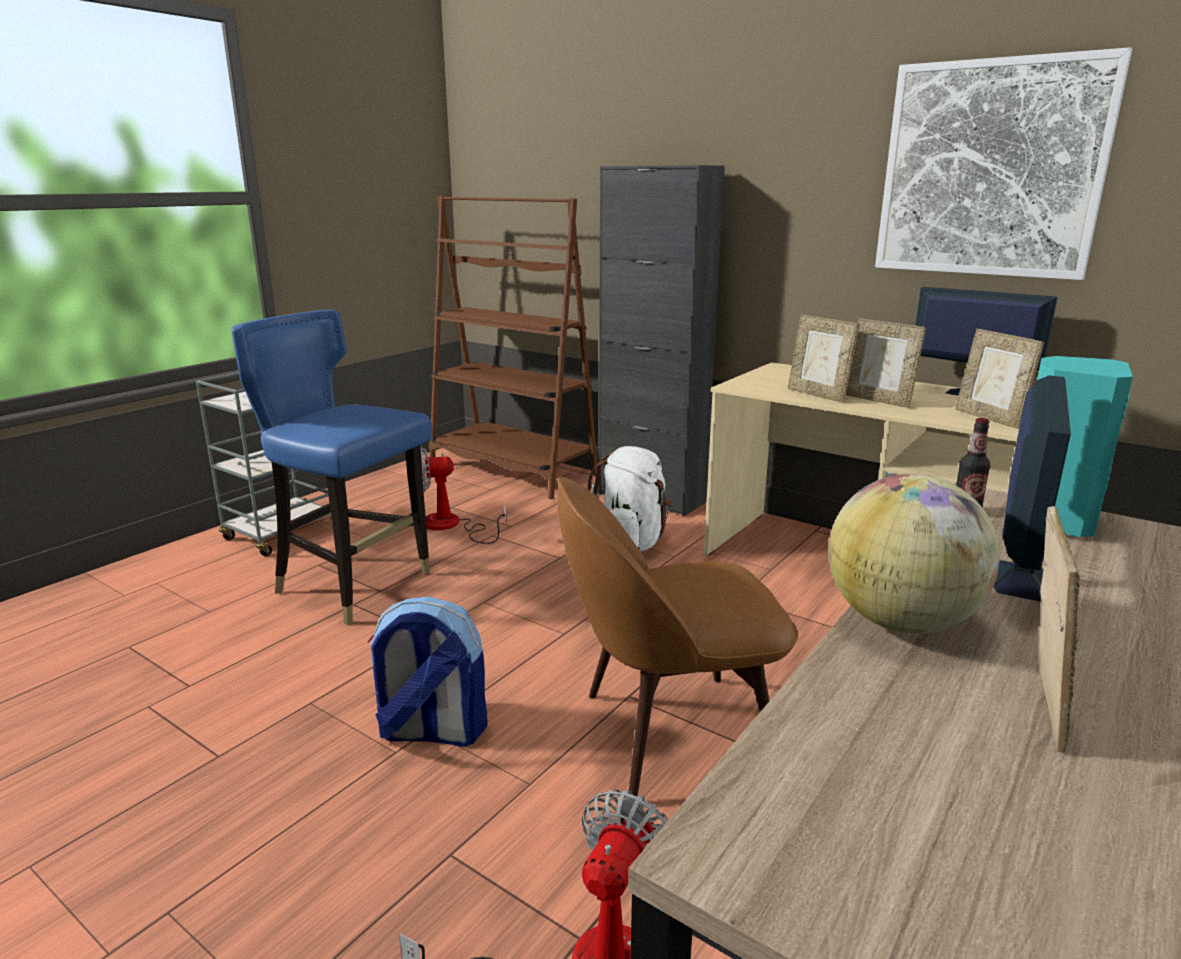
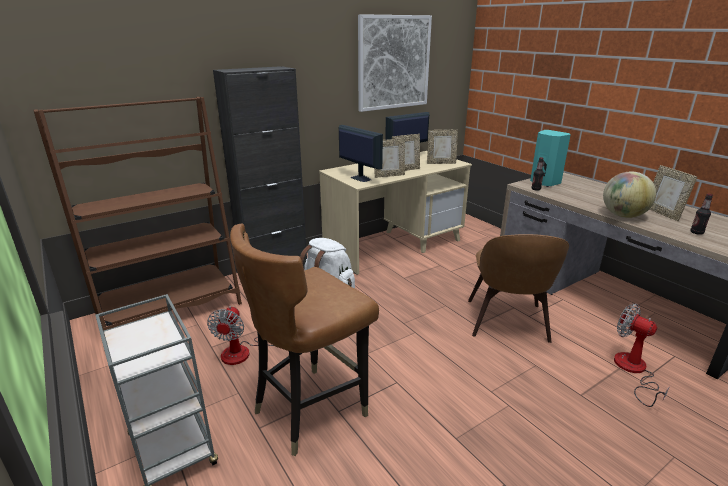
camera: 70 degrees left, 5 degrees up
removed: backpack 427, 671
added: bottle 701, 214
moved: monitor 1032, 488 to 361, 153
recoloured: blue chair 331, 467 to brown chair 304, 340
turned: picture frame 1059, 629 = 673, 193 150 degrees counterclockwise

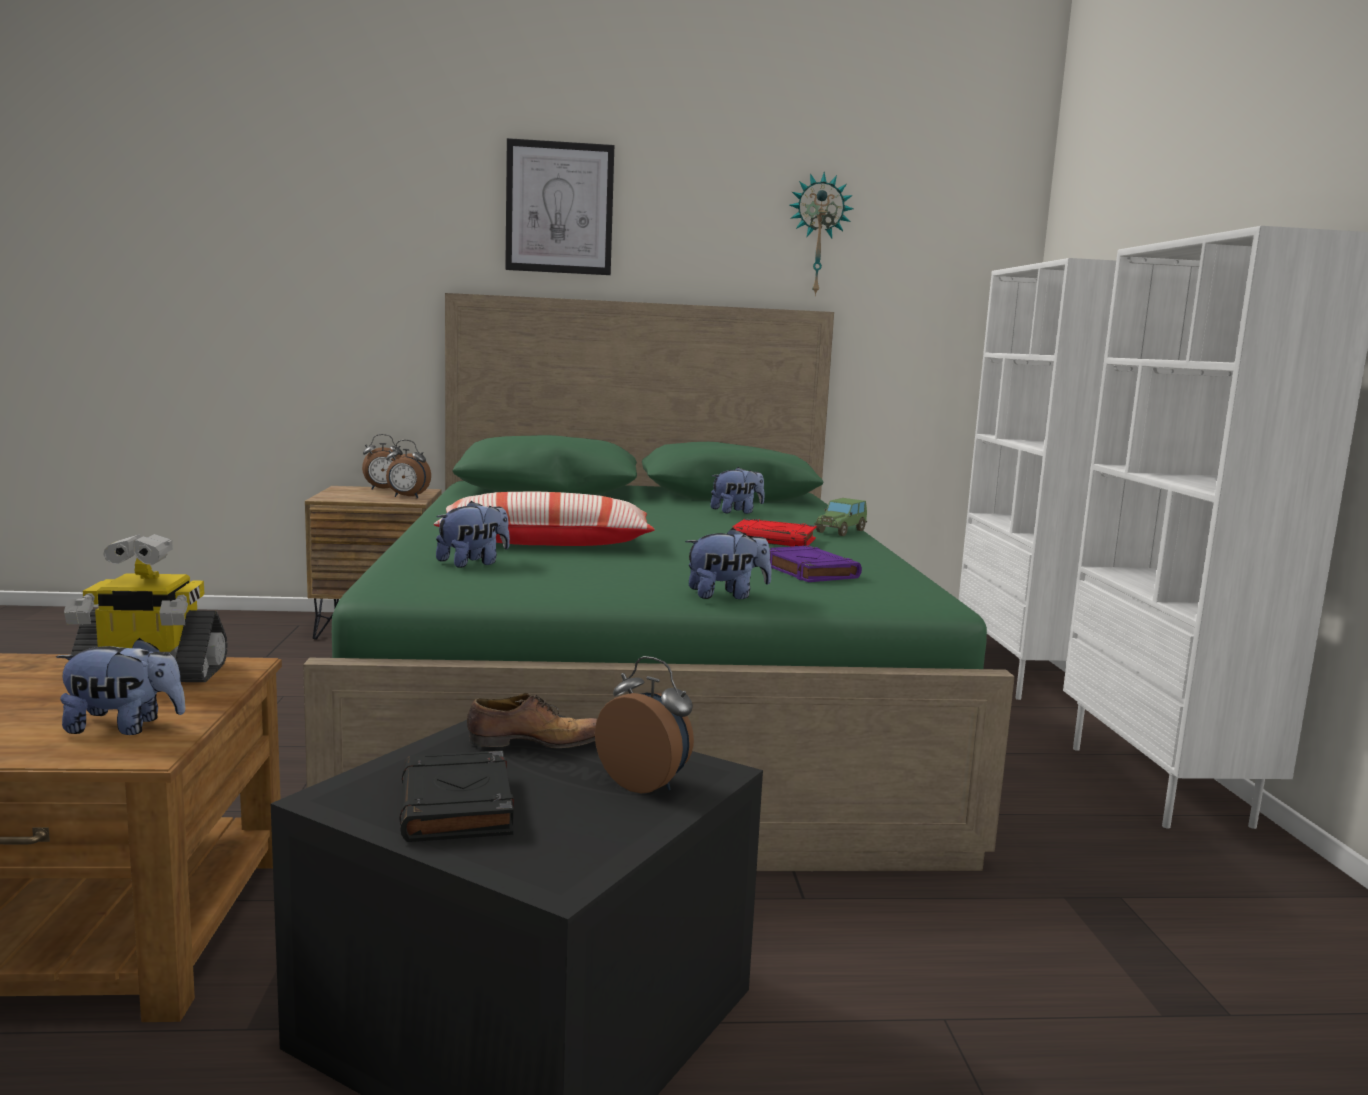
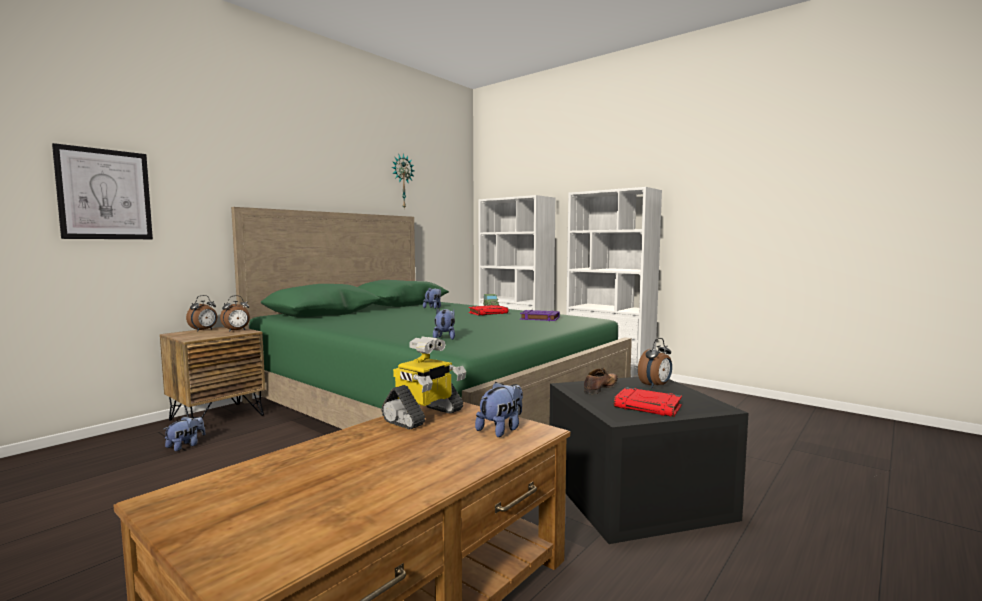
camera: 45 degrees left, 5 degrees down
removed: pillow 544, 519
moved: picture 559, 206 to 102, 191; plush toy 728, 563 to 184, 433
recoloured: black book 456, 796 to red book 648, 402
turned: alarm clock 644, 724 = 655, 363 150 degrees clockwise

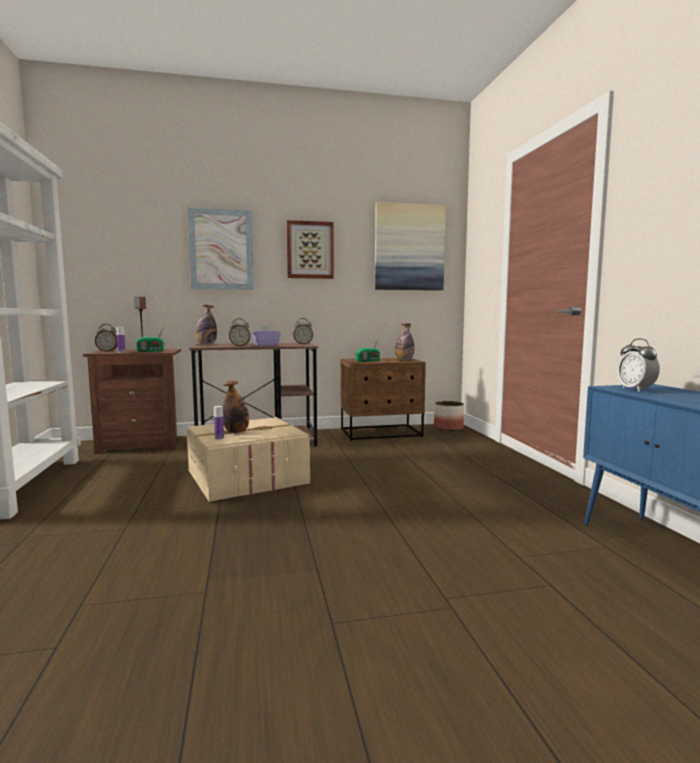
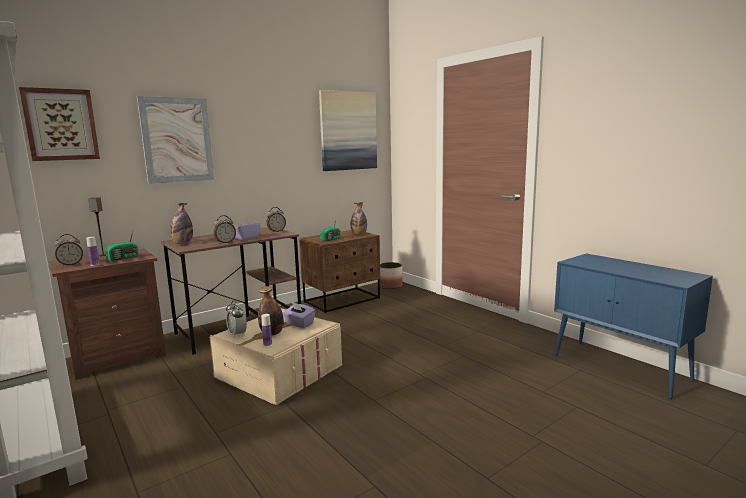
camera: 25 degrees left, 5 degrees up
added: purple tissue box 299, 315
moved: picture 310, 249 to 59, 124; alarm clock 638, 365 to 236, 318

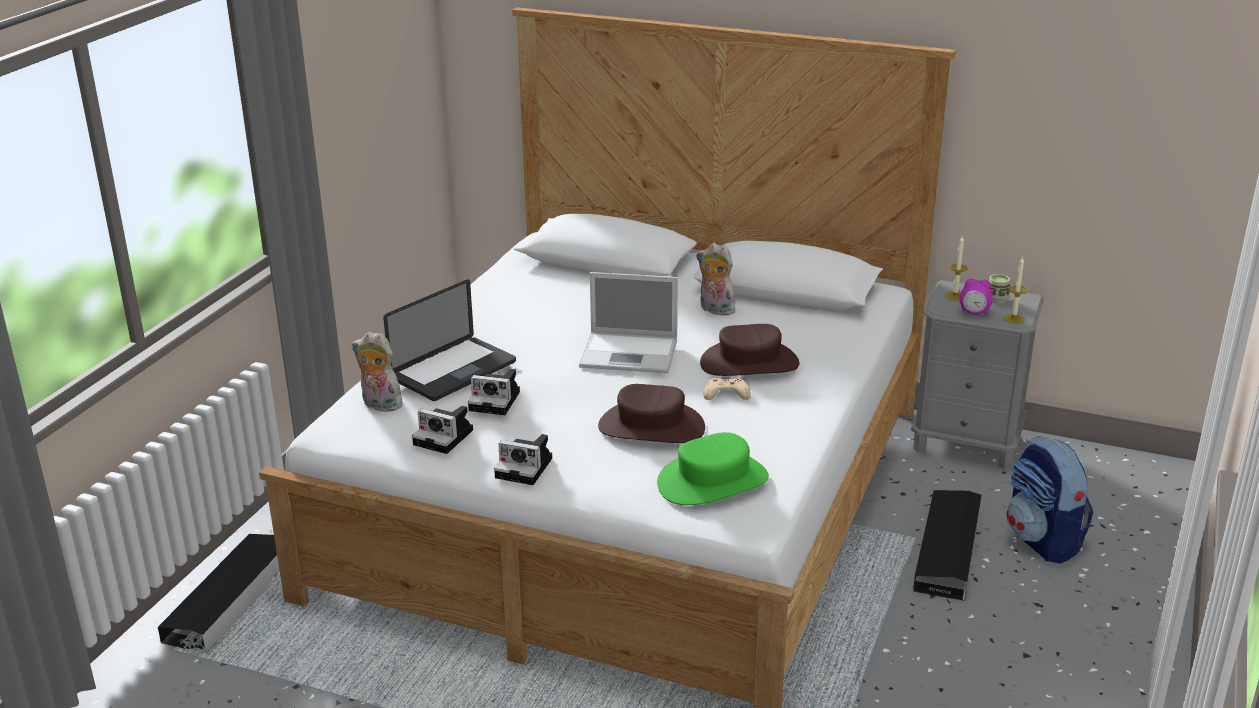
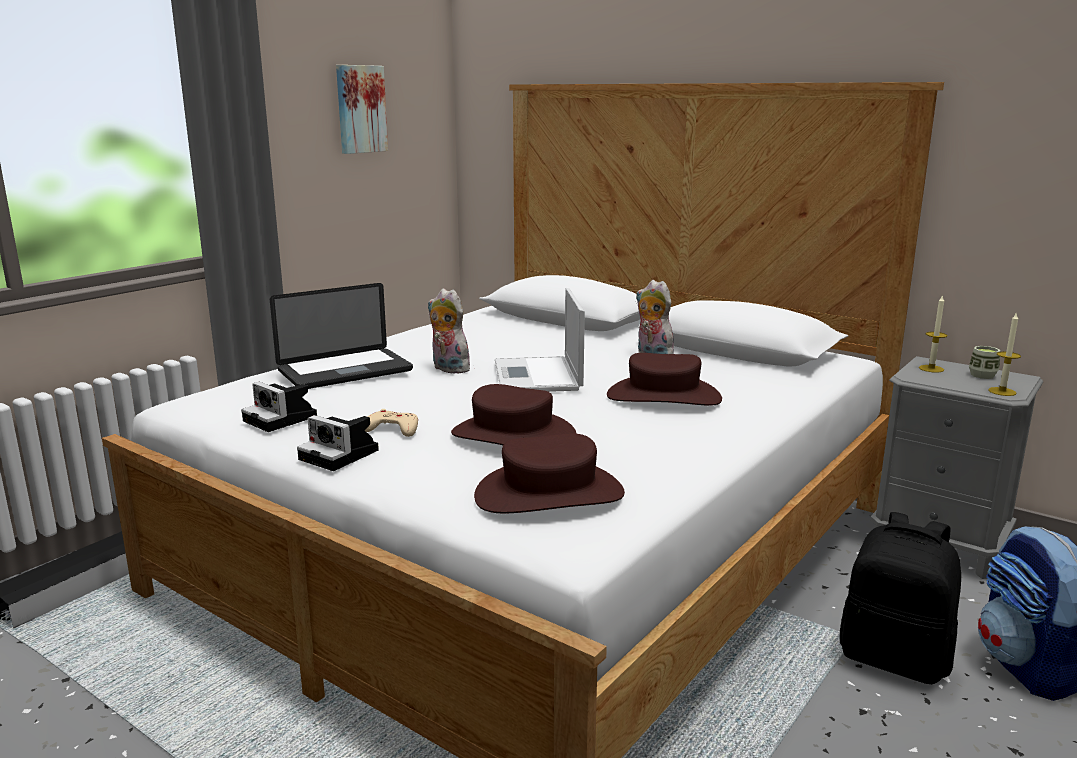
camera: 15 degrees right, 10 degrees down
removed: photo camera 494, 392; alarm clock 976, 297
added: picture 362, 109
moved: plush toy 379, 371 to 449, 331; beige game controller 727, 389 to 391, 423
replaced: black storage box 947, 545 to black backpack 900, 598
recoloured: green hat 713, 468 to brown hat 549, 473
turned: laptop 628, 322 = 540, 340 60 degrees clockwise

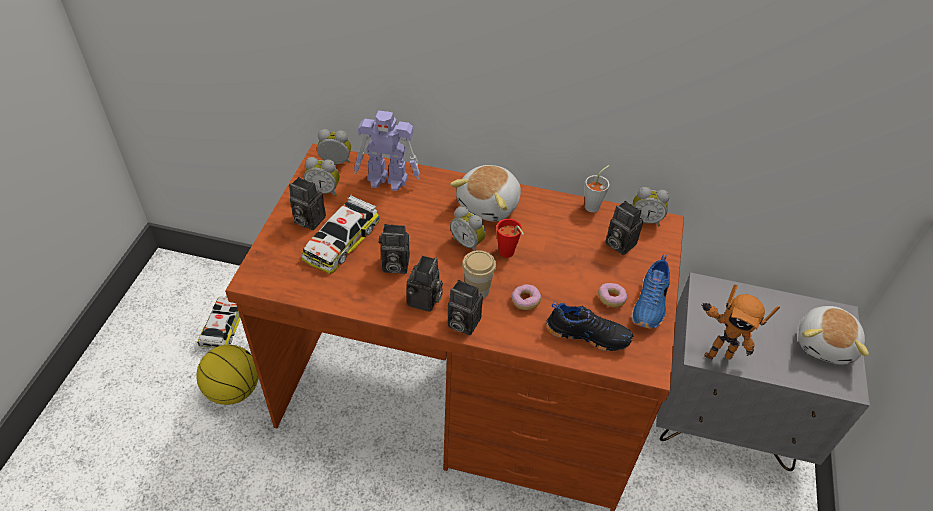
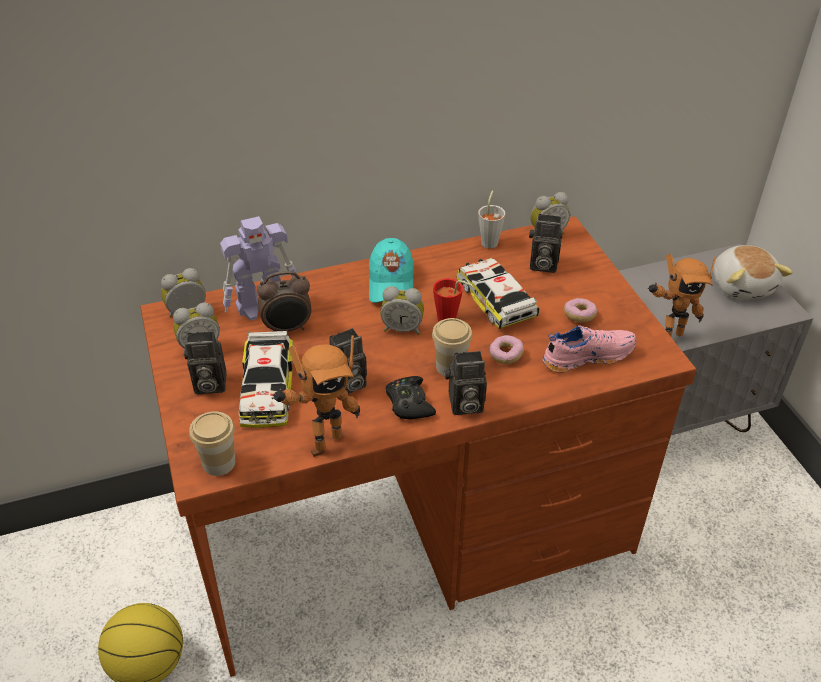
camera: 30 degrees left, 5 degrees down
removed: blue shoe 650, 291
added: cup 212, 443; alarm clock 284, 301; toy robot 316, 396
moved: toy car 219, 321 to 498, 293
replaced: photo camera 425, 284 to black game controller 411, 398; plush toy 485, 193 to turquoise cap 391, 270
recoloured: black shoe 589, 326 to pink shoe 589, 349

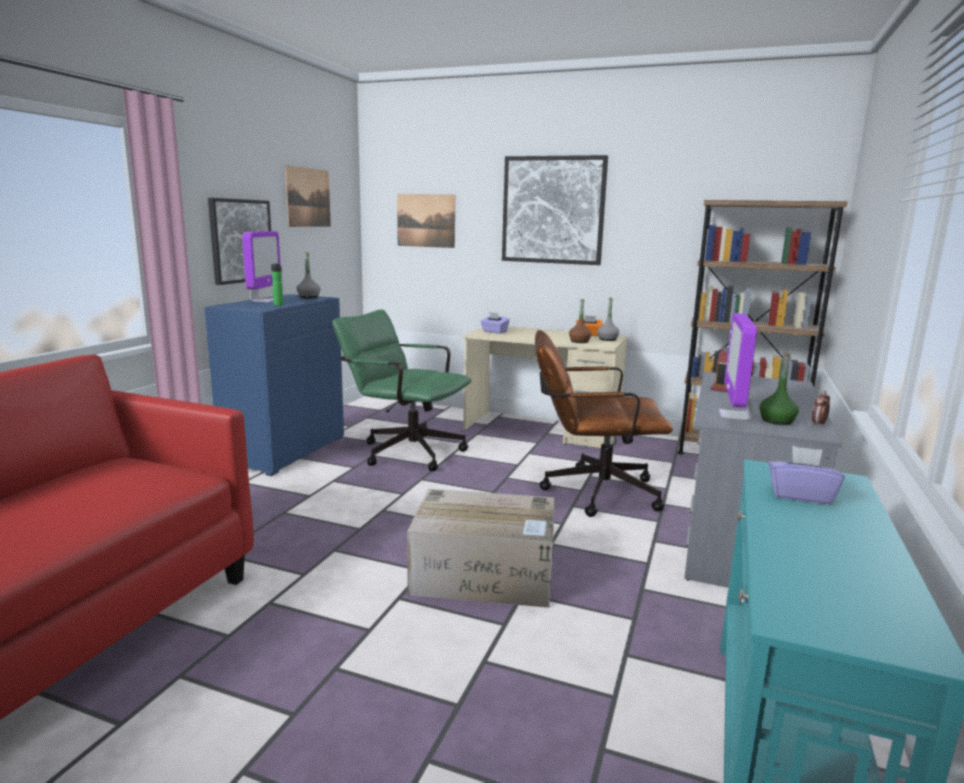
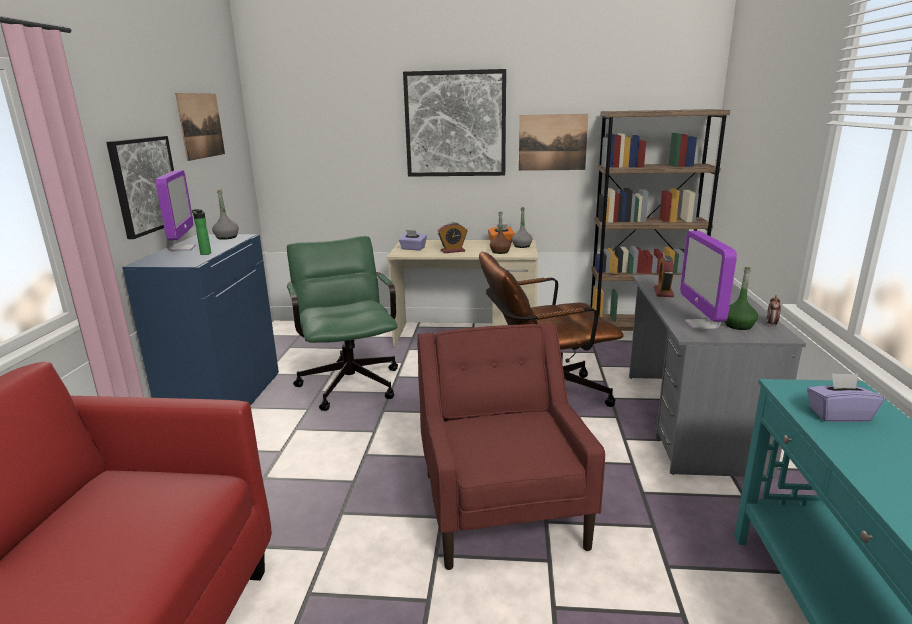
camera: 15 degrees left, 5 degrees up
added: alarm clock 452, 237
moved: picture 426, 221 to 553, 142
replaced: cardboard box 480, 548 to red armchair 511, 446
turned: green office chair 401, 390 = 342, 323 60 degrees clockwise

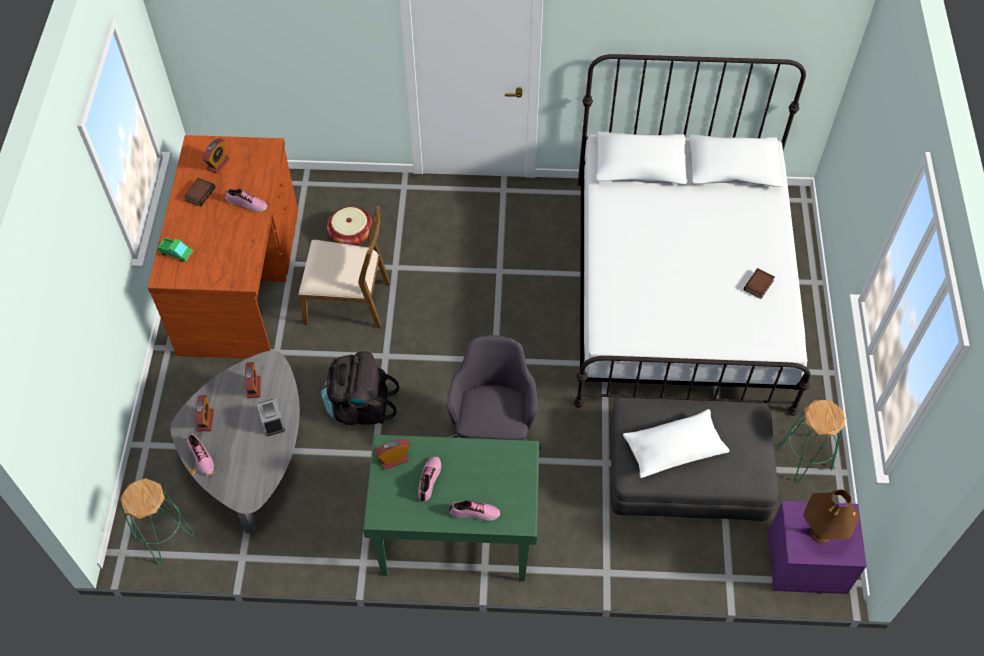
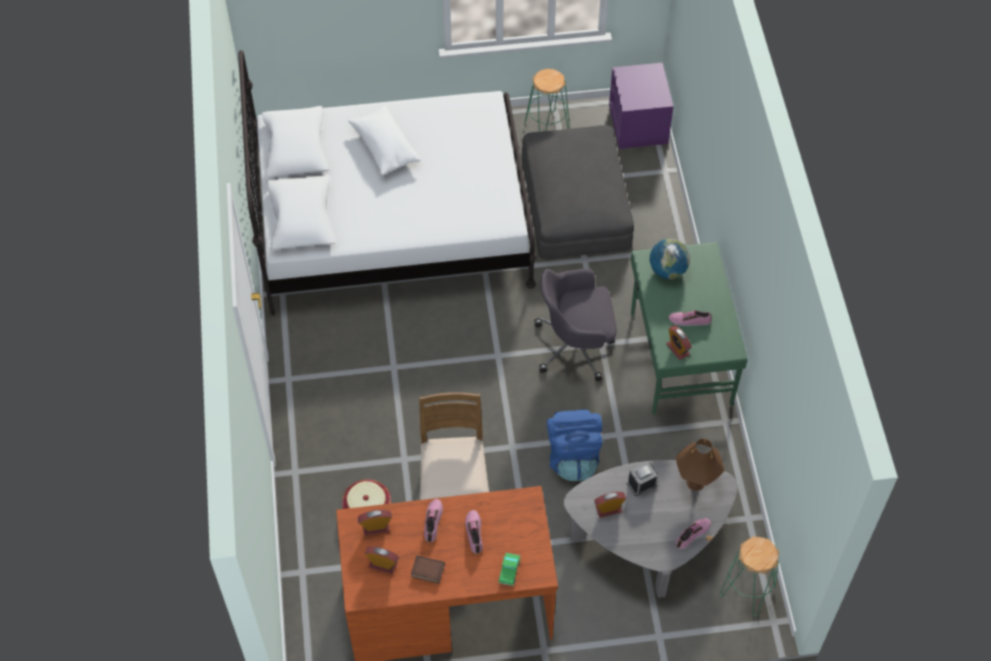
camera: 100 degrees left, 0 degrees up
removed: book 759, 283
added: globe 670, 259
moved: alarm clock 204, 413 to 375, 523; shoe 474, 510 to 474, 532; white pillow 676, 443 to 384, 141; brown table lamp 831, 516 to 700, 465
recoloured: black backpack 360, 388 to blue backpack 575, 445

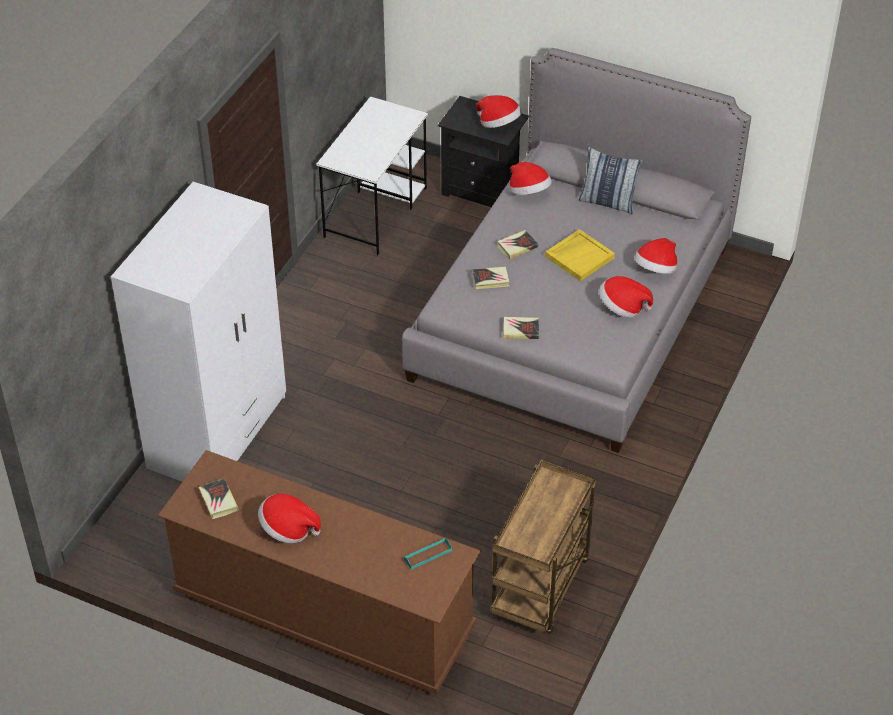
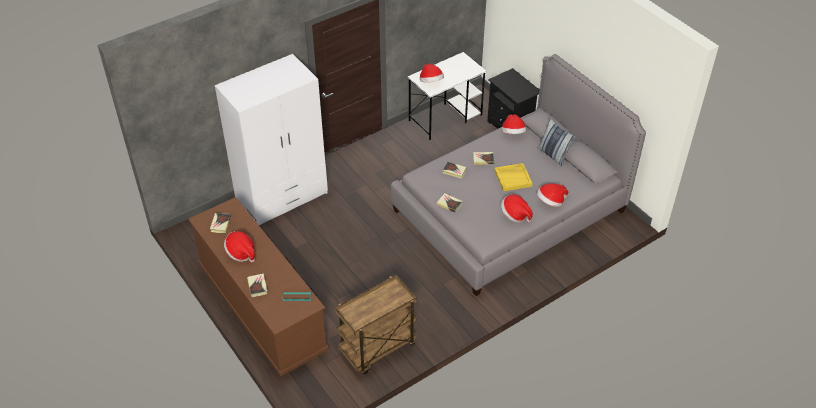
camera: 30 degrees right, 0 degrees up
added: book 257, 285
moved: hat 499, 111 to 432, 73

